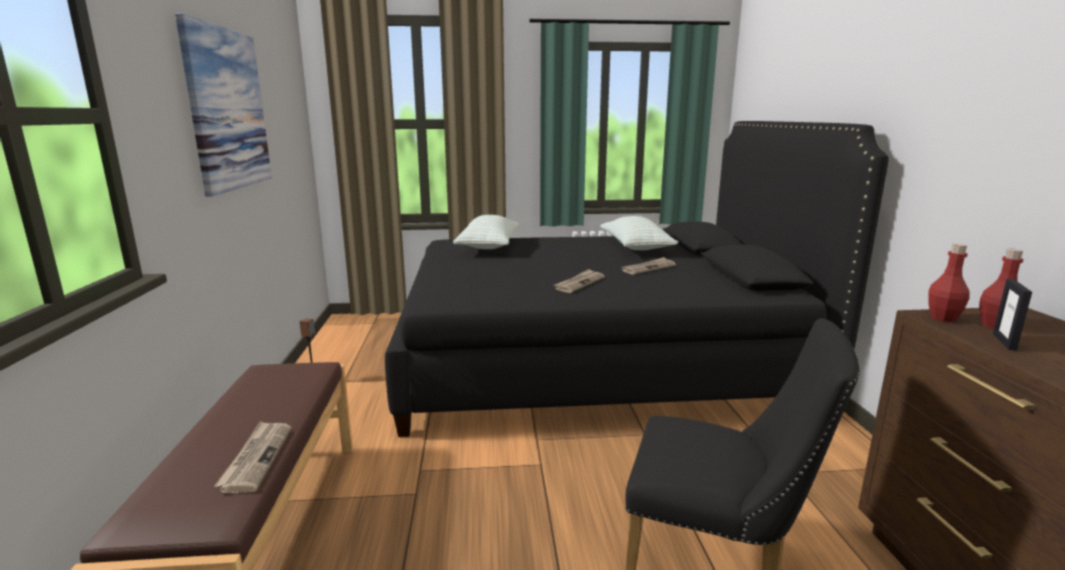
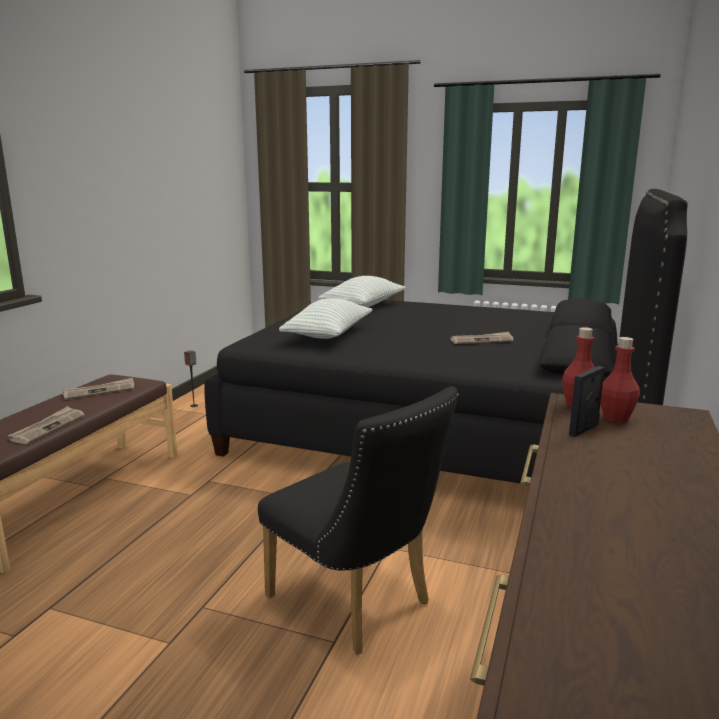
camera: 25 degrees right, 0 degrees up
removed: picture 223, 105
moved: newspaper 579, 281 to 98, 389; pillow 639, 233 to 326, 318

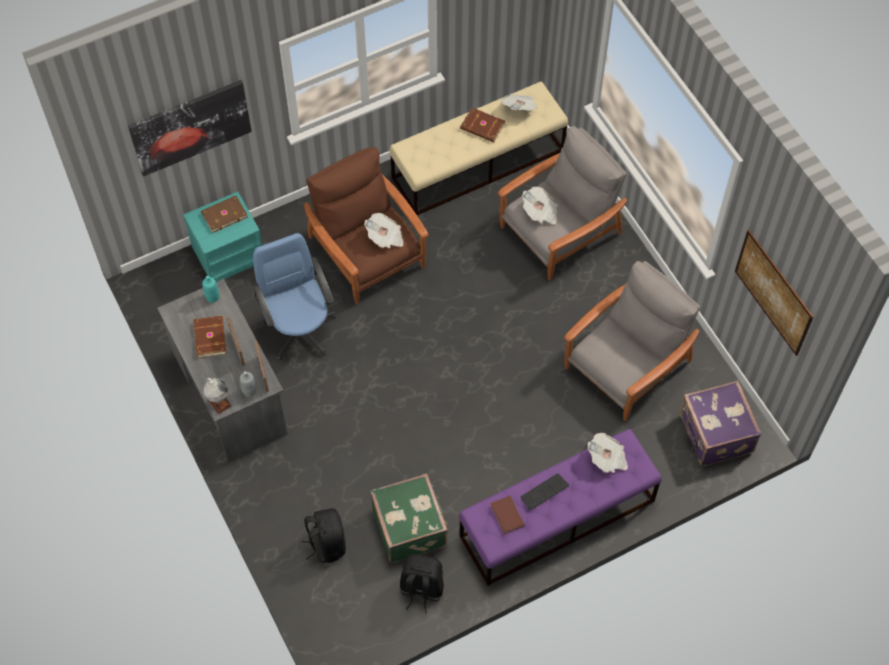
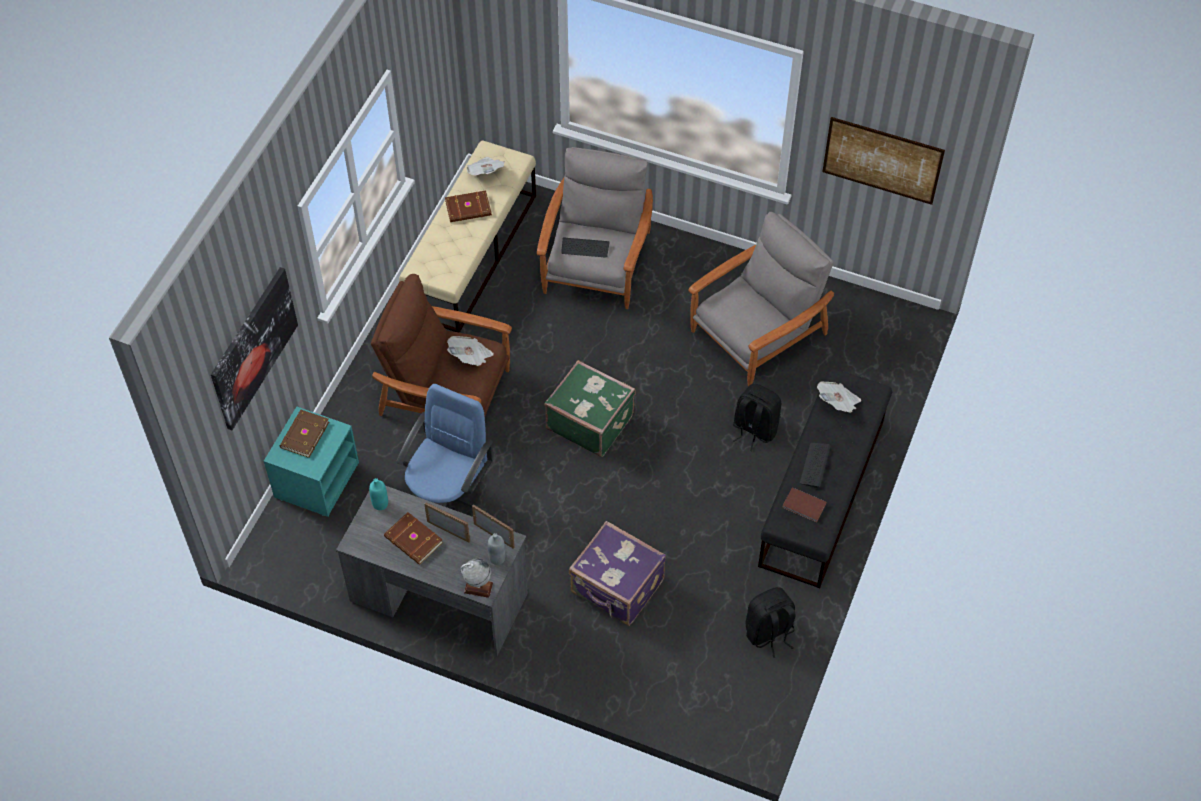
camera: 40 degrees left, 5 degrees down
moved: black backpack 323, 535 to 757, 417; green suitcase 409, 518 to 590, 408; purple suitcase 720, 423 to 617, 573
replaced: newspaper 540, 205 to keyboard 585, 248
recoloured: purple bench 560, 507 to black bench 825, 478
turned: blue office chair 293, 296 = 444, 448 90 degrees clockwise; grey armchair 632, 341 = 761, 299 45 degrees clockwise

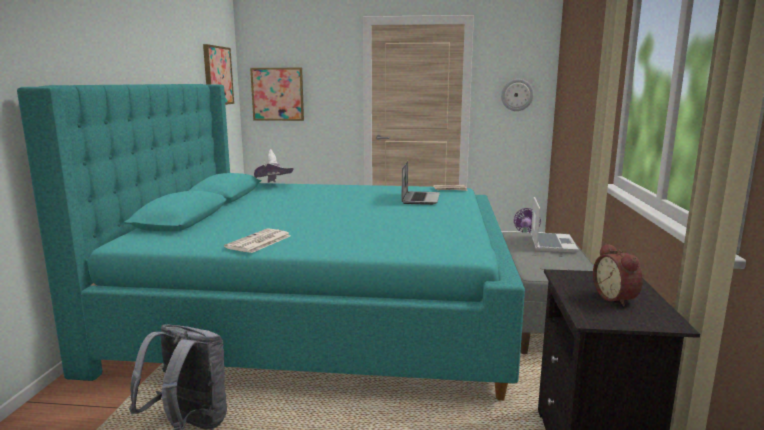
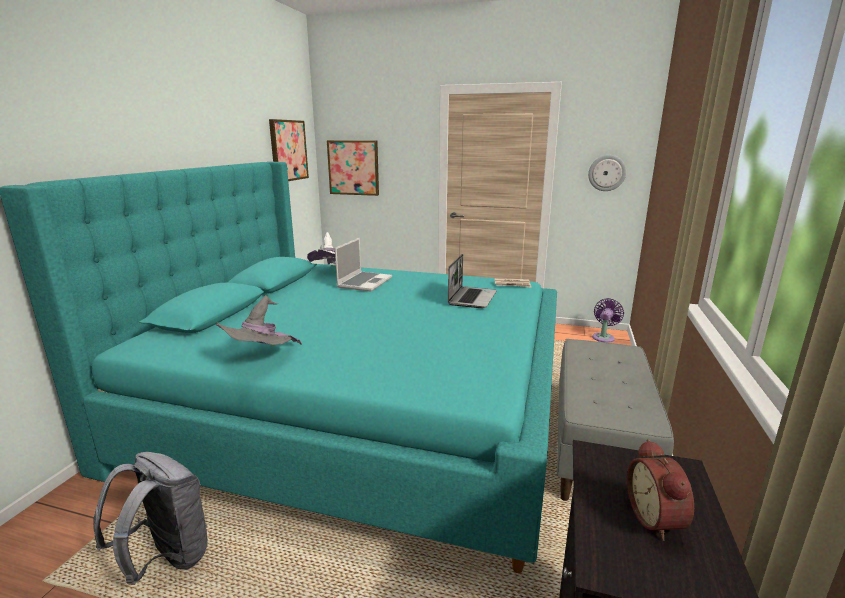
camera: 10 degrees right, 5 degrees up
moved: laptop 555, 225 to 363, 265
replaced: newspaper 257, 241 to grey hat 259, 320

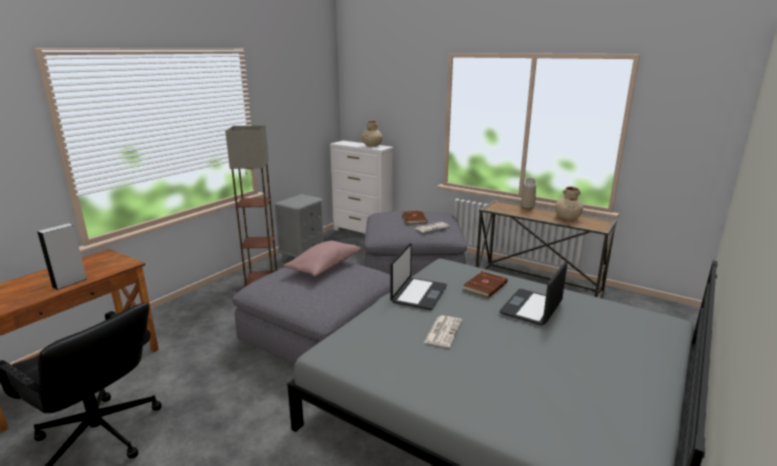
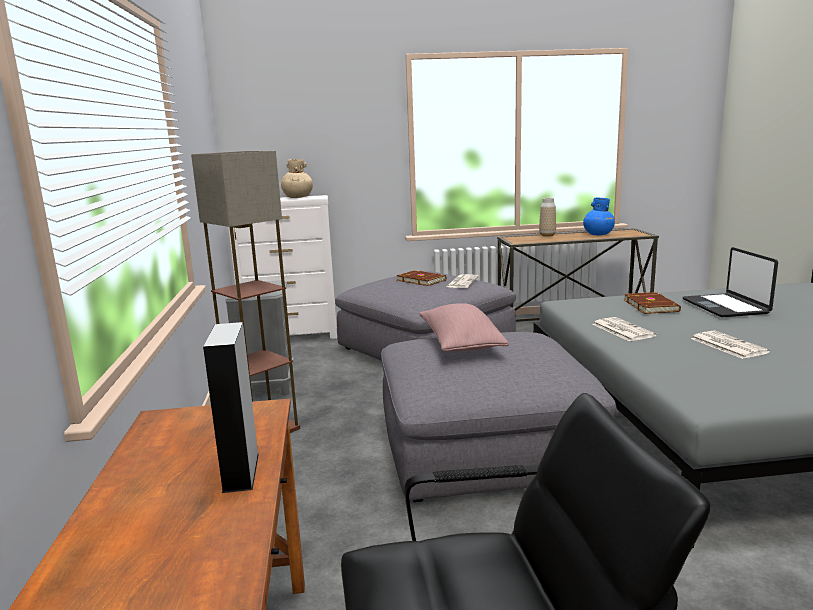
camera: 40 degrees left, 5 degrees down
replaced: laptop 418, 276 to newspaper 624, 329
recoloured: beige vase 569, 203 to blue vase 599, 216

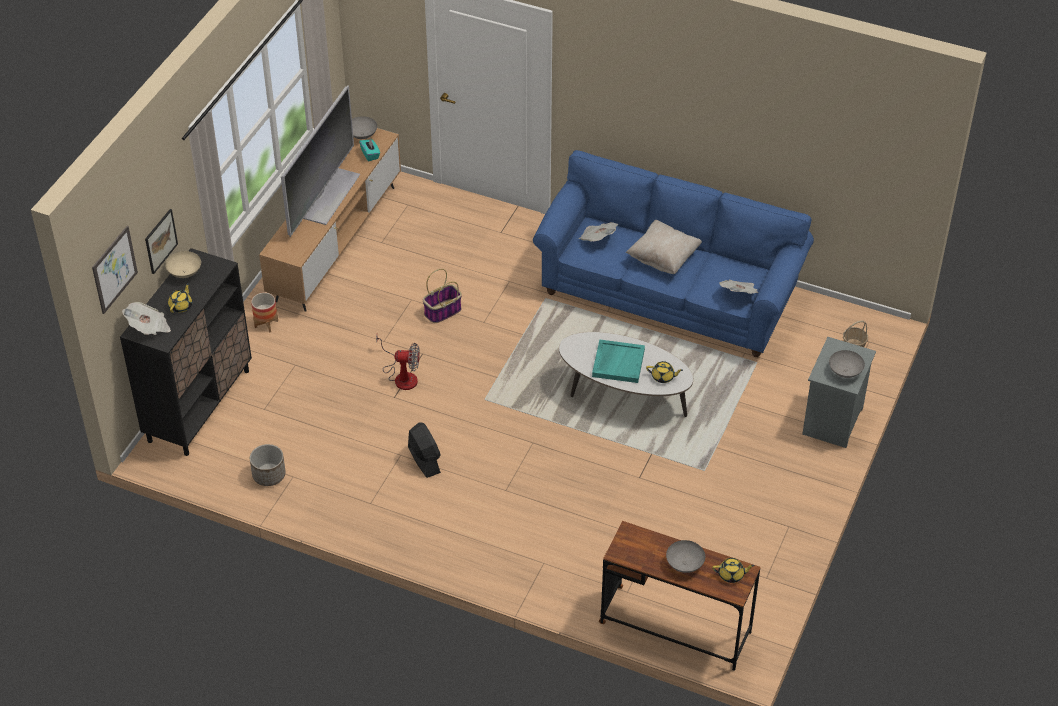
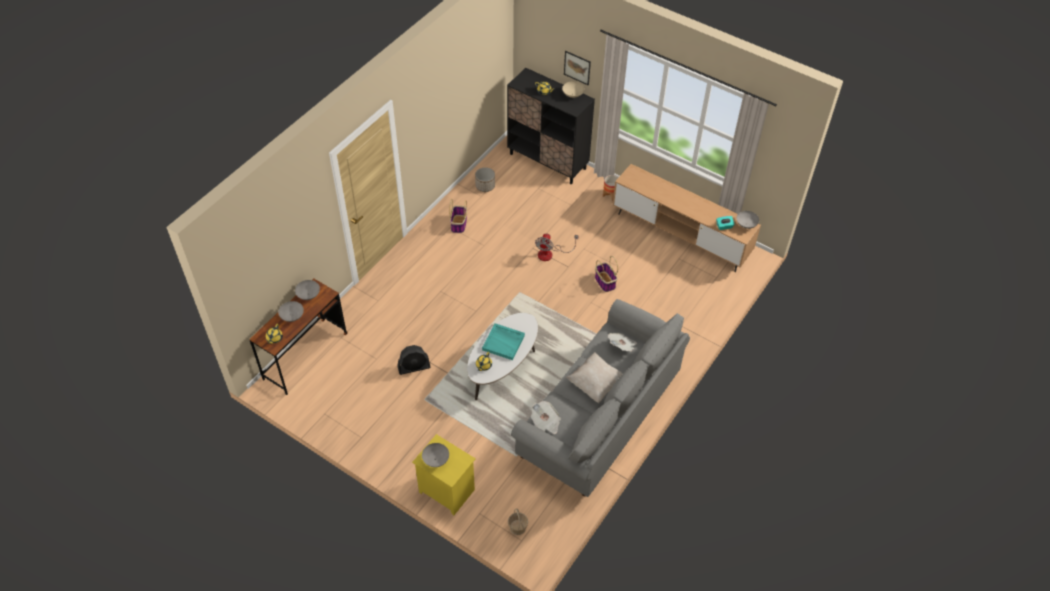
camera: 100 degrees right, 5 degrees up
removed: picture 115, 270; newspaper 146, 318; television 320, 161
added: grey bowl 307, 290; basket 458, 215
moved: black fan 424, 450 to 414, 360
recoloured: blue sofa 673, 253 to grey sofa 600, 398; grey nightstand 839, 392 to yellow nightstand 444, 474

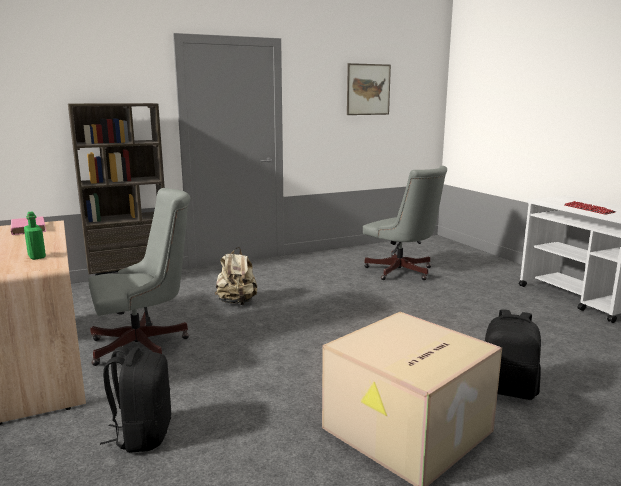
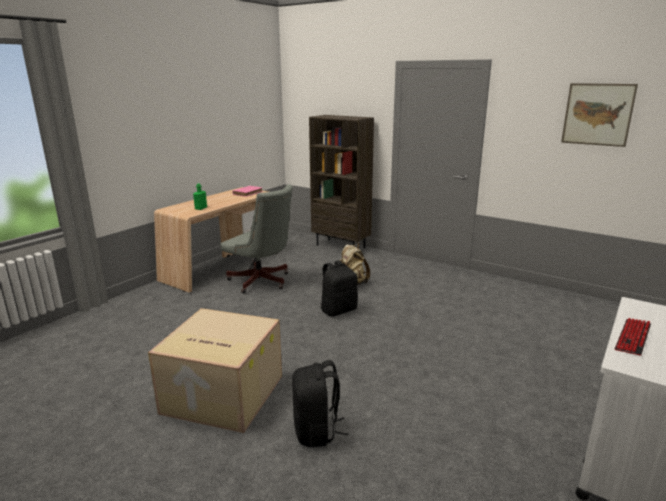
camera: 60 degrees right, 5 degrees up
removed: grey office chair 405, 223
moved: black backpack 135, 400 to 339, 288

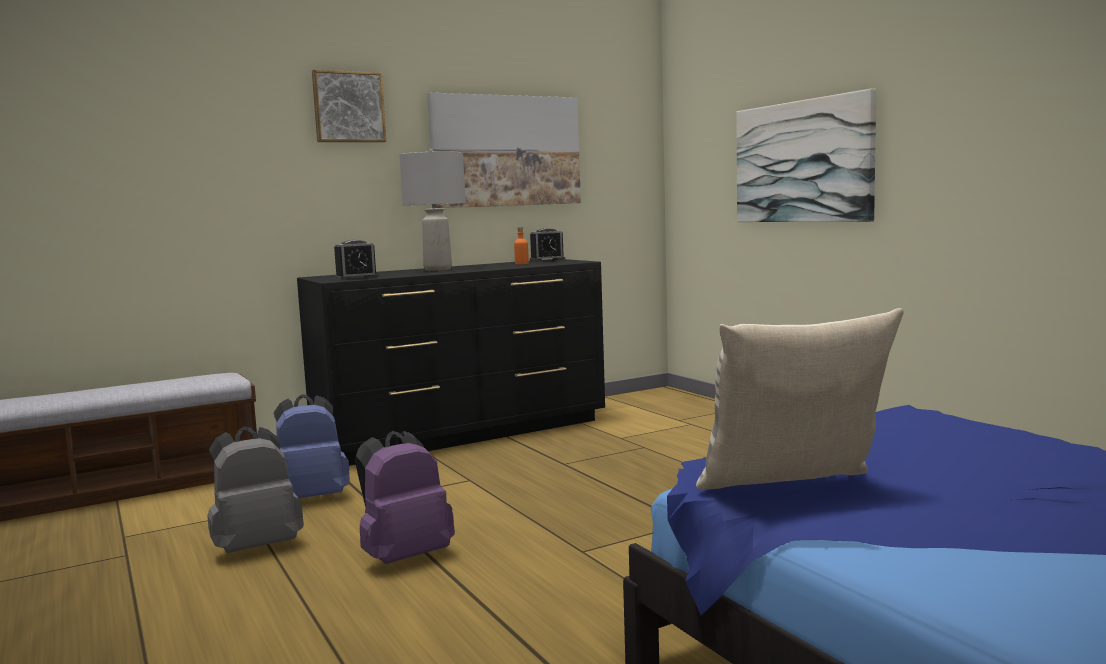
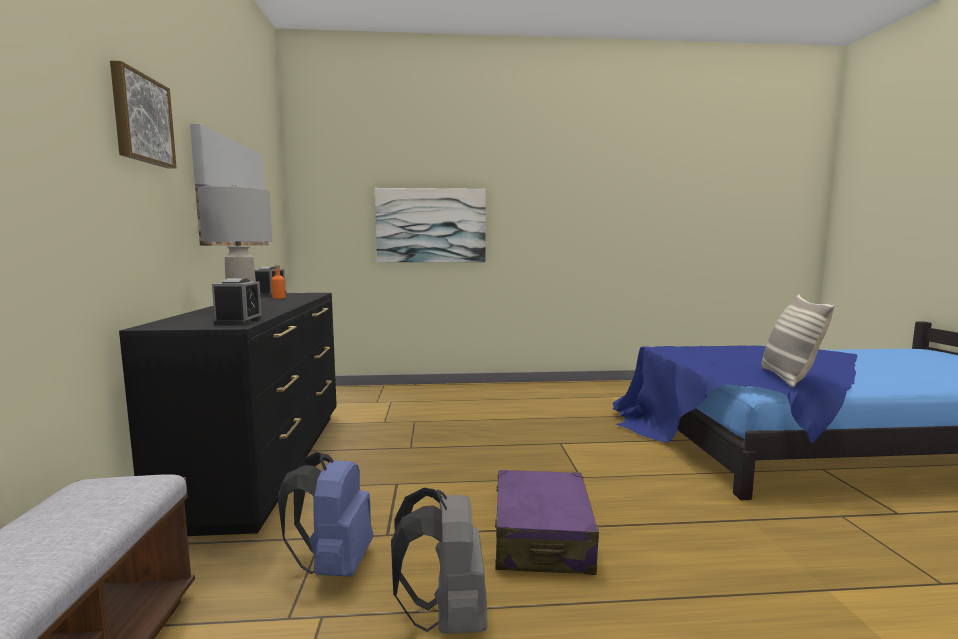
camera: 65 degrees left, 0 degrees up
replaced: purple backpack 405, 497 to purple suitcase 547, 522

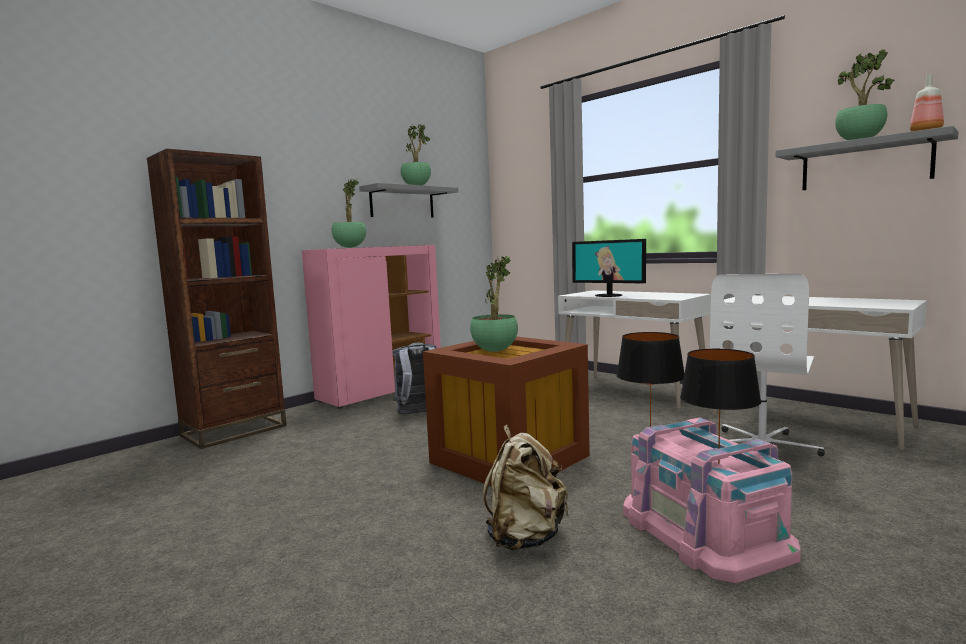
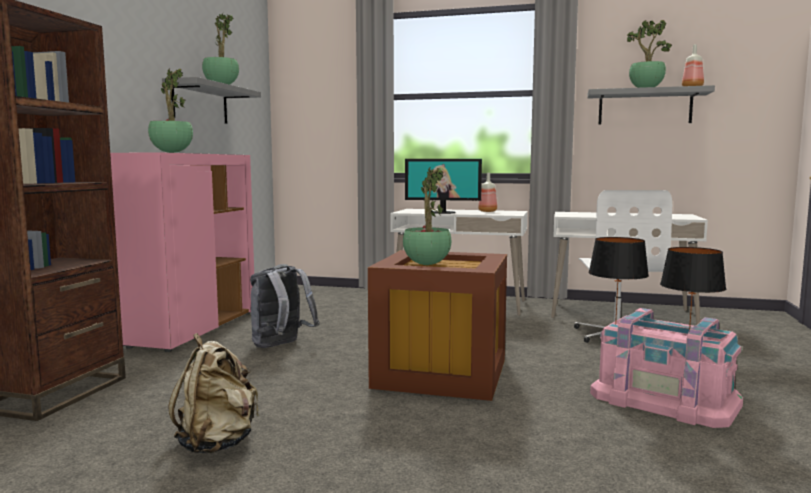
camera: 30 degrees left, 0 degrees up
added: bottle 487, 192
moved: beige backpack 526, 488 to 213, 393

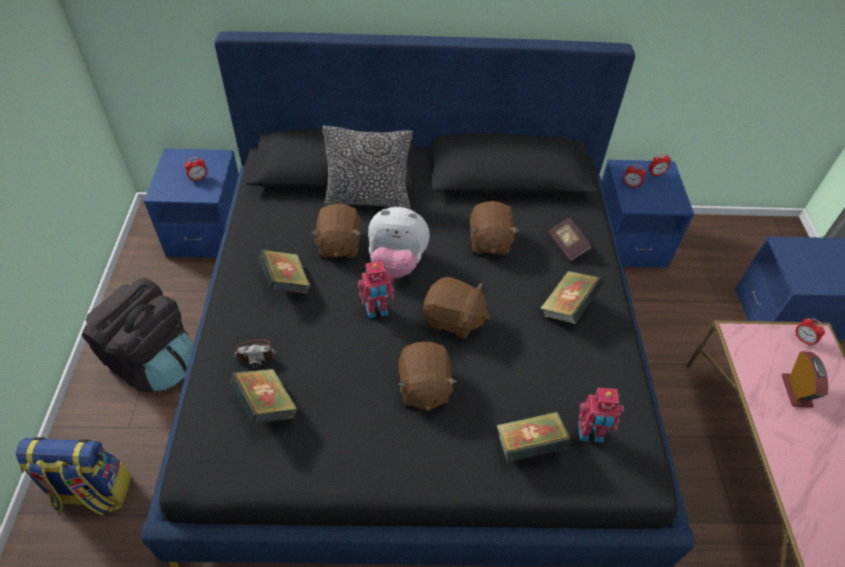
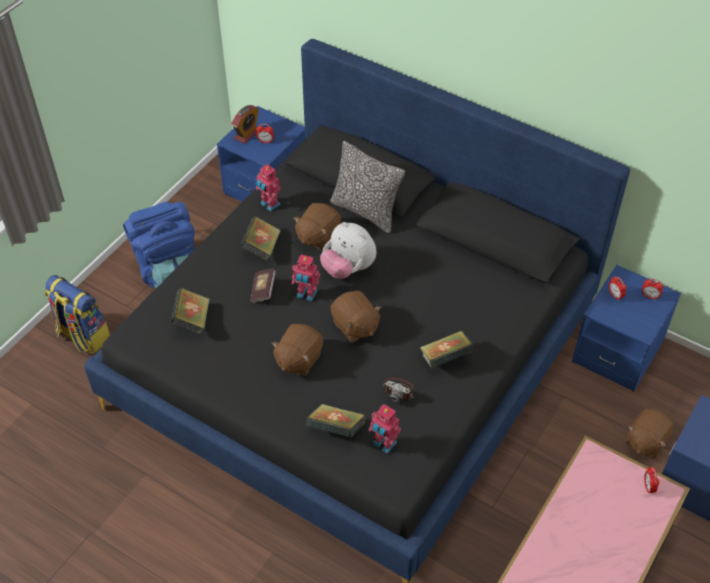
camera: 35 degrees right, 0 degrees up
added: toy robot 268, 188
moved: photo camera 255, 354 to 398, 389; brown plush toy 494, 228 to 649, 434; book 570, 239 to 263, 286; alarm clock 805, 379 to 245, 124
recoloured: black backpack 137, 335 to blue backpack 159, 245

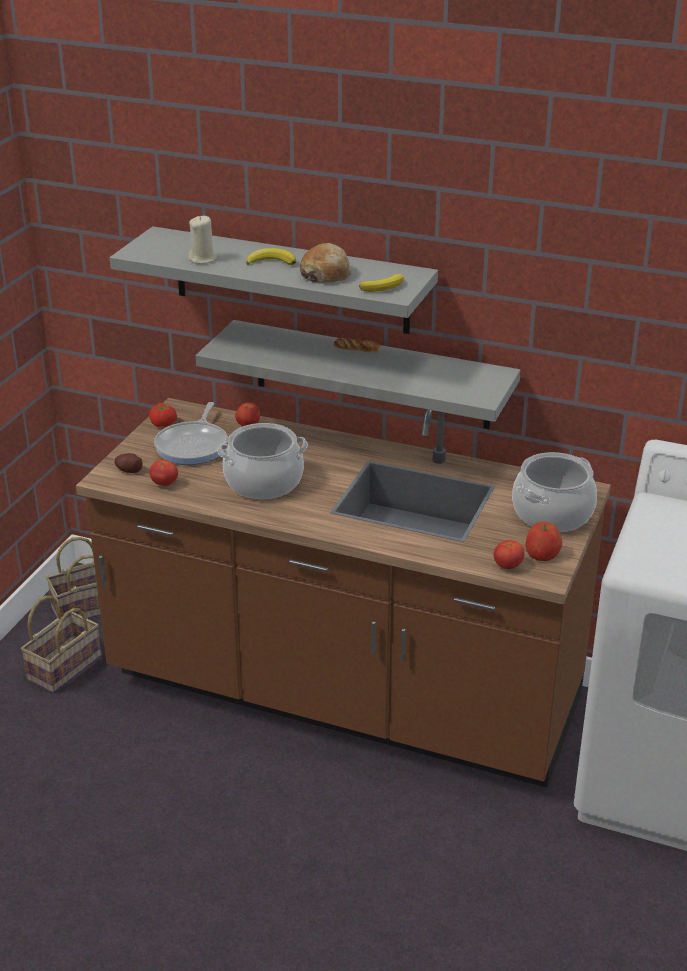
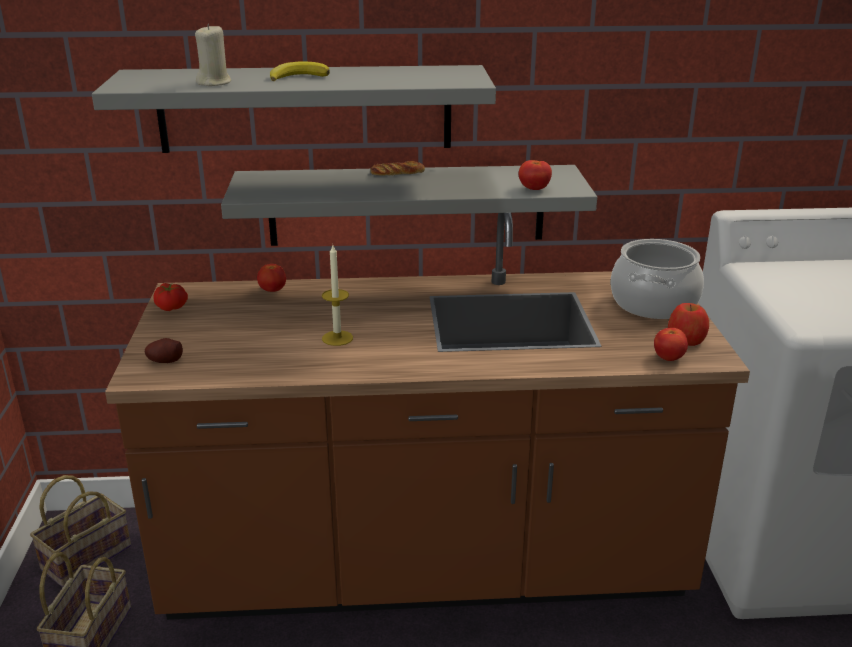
camera: 25 degrees left, 5 degrees down
removed: frying pan 191, 433; bread 326, 263; banana 381, 283
moved: tomato 163, 473 to 535, 175
replaced: cooking pot 262, 461 to candle 337, 295

